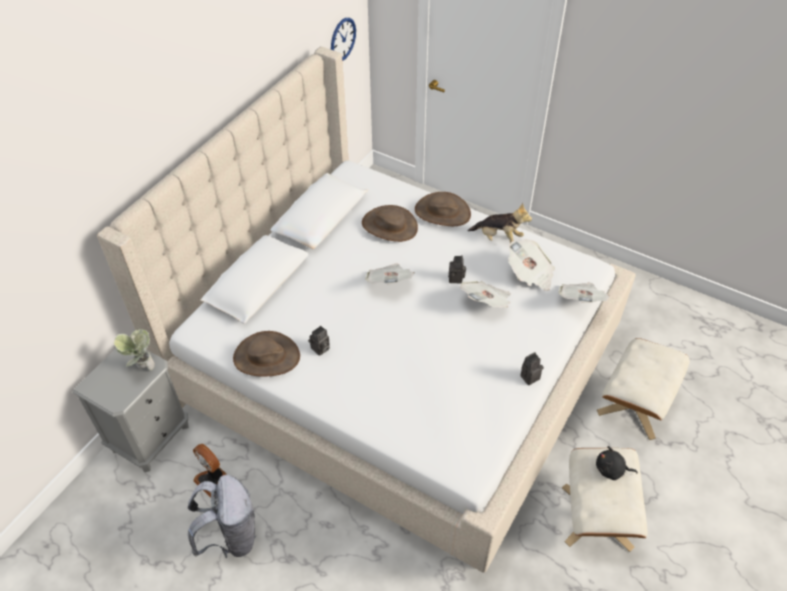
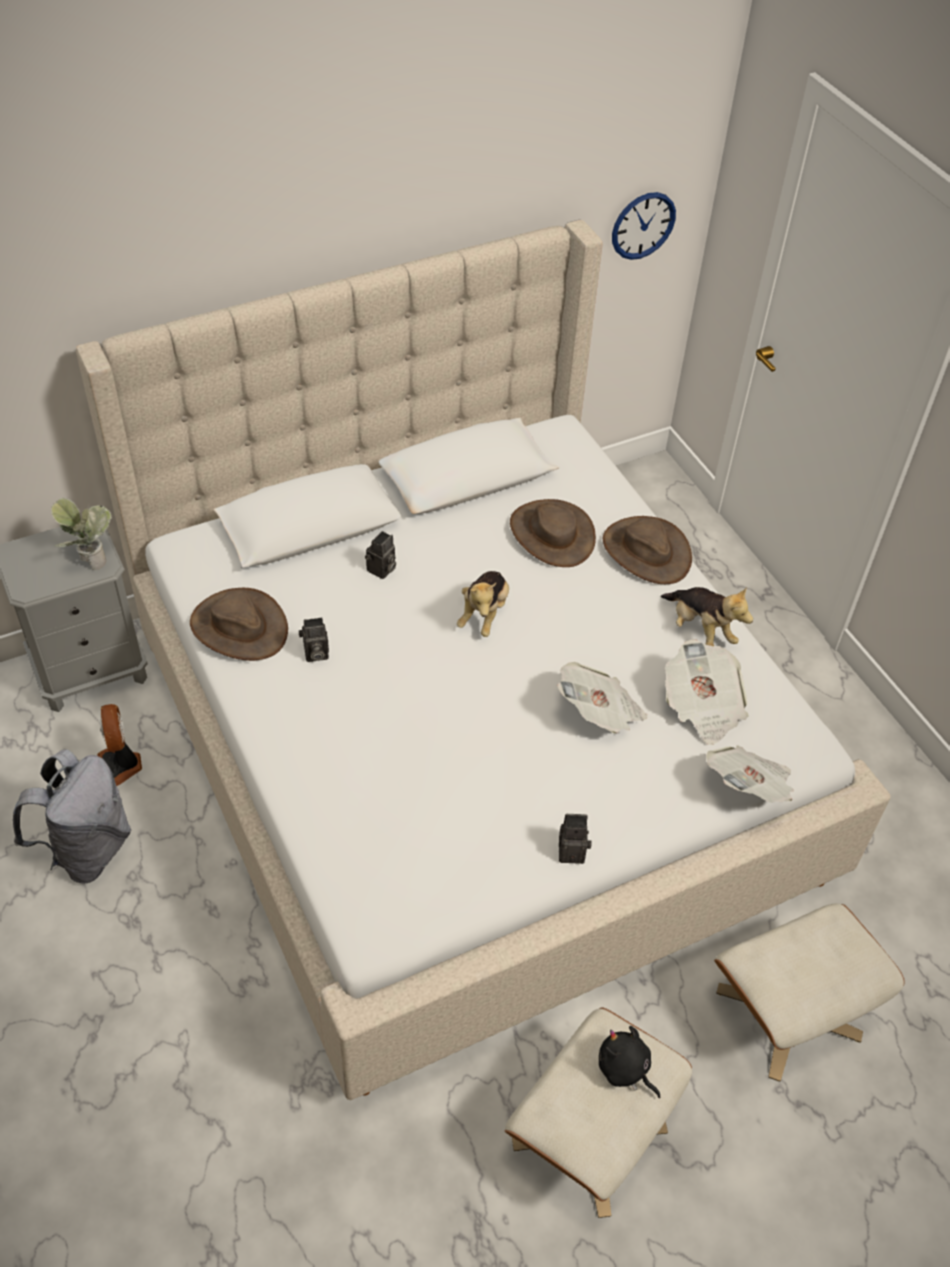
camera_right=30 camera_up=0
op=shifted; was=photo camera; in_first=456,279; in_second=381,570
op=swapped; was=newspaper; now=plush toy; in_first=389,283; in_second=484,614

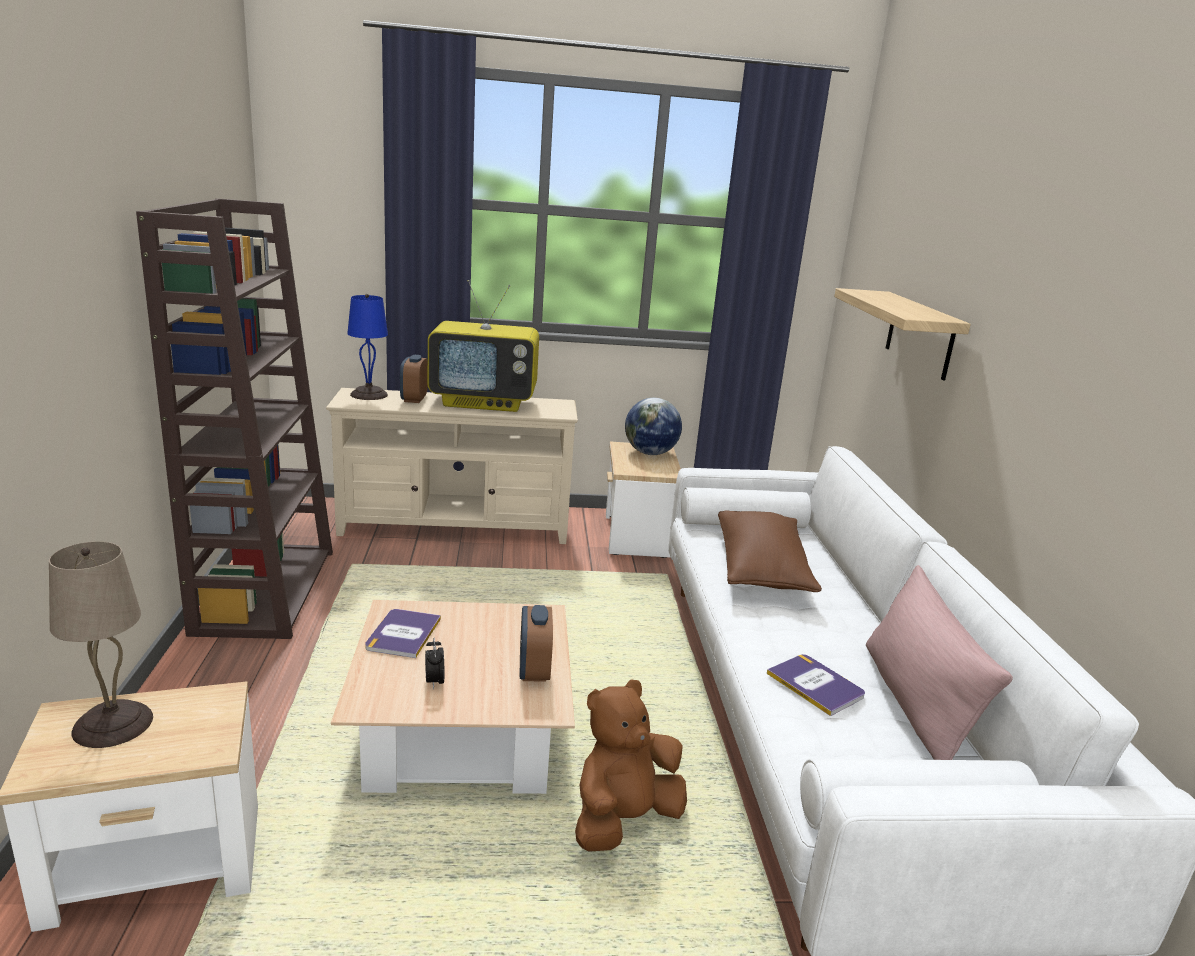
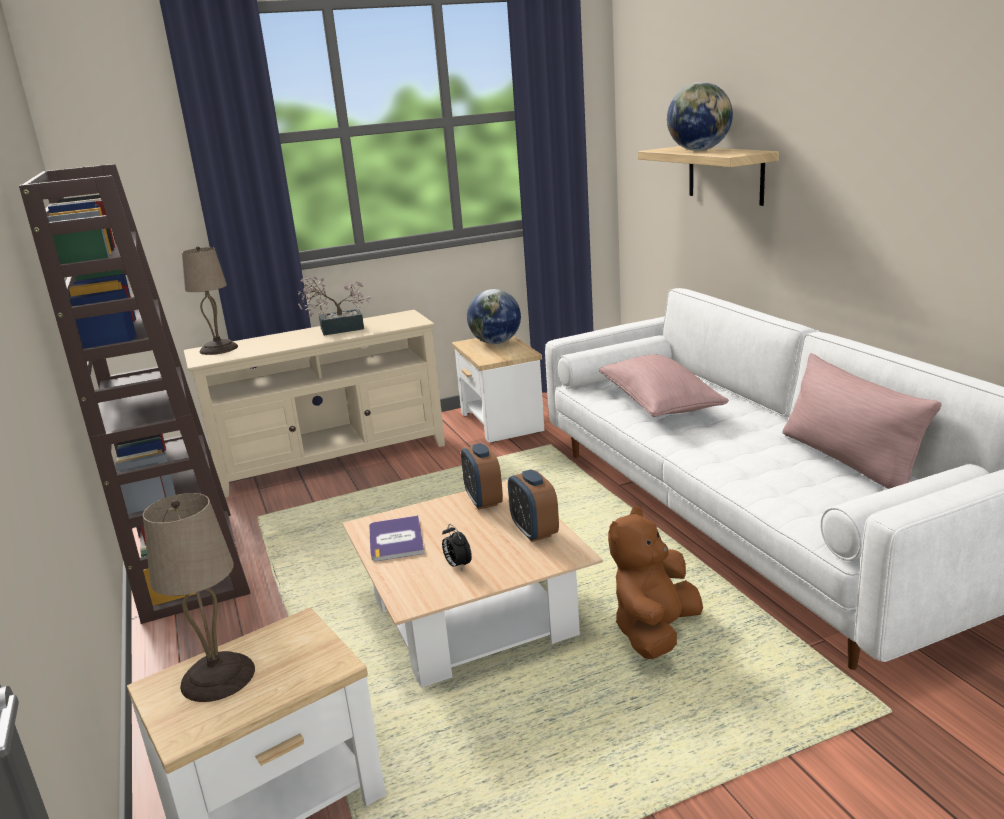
camera_right=-15 camera_up=0
op=gone; was=book; in_first=816,685
op=new; now=globe; in_second=699,150
op=shifted; was=alarm clock; in_first=414,399; in_second=483,501
op=swapped; was=television; now=potted plant; in_first=484,402; in_second=336,329
op=repainted; was=table lamp/blue; now=table lamp/beige; in_first=369,395; in_second=219,349
op=repainted; was=pillow/brown; now=pillow/pink; in_first=761,569; in_second=659,404

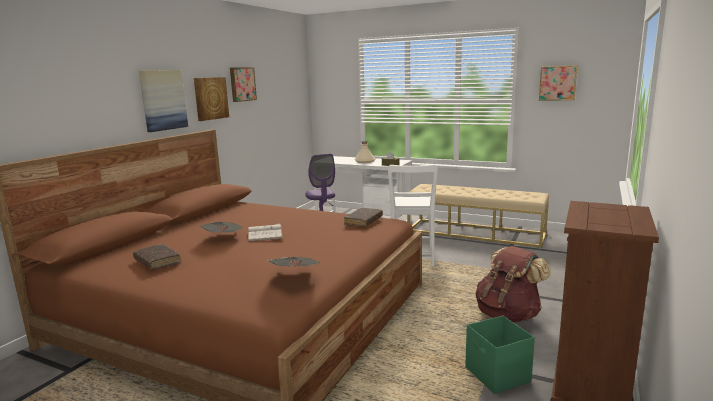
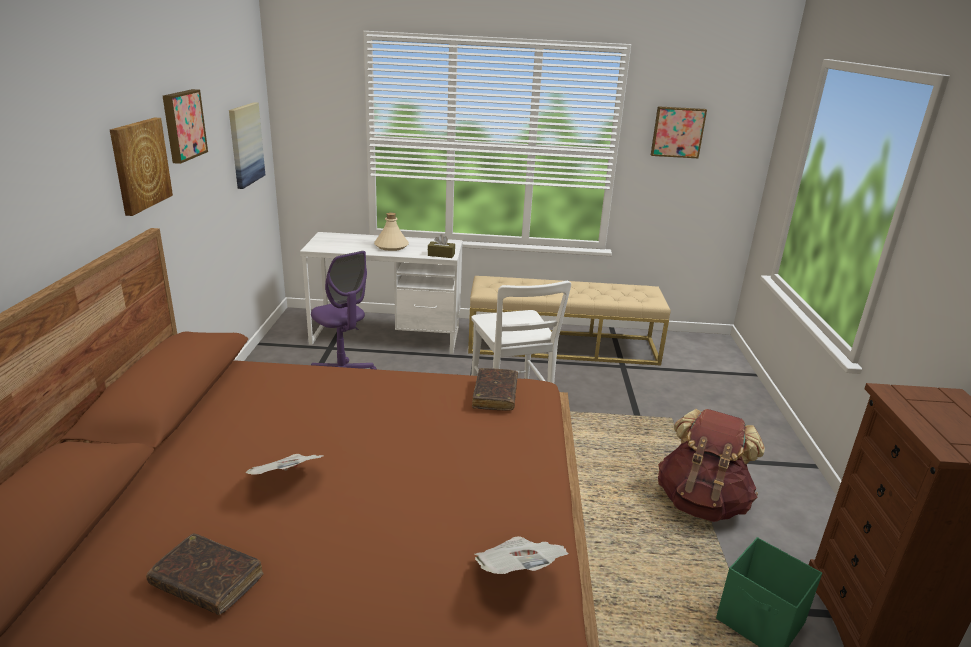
camera_right=-25 camera_up=10
op=gone; was=book/white; in_first=265,233
op=shifted; was=picture; in_first=163,100; in_second=245,144

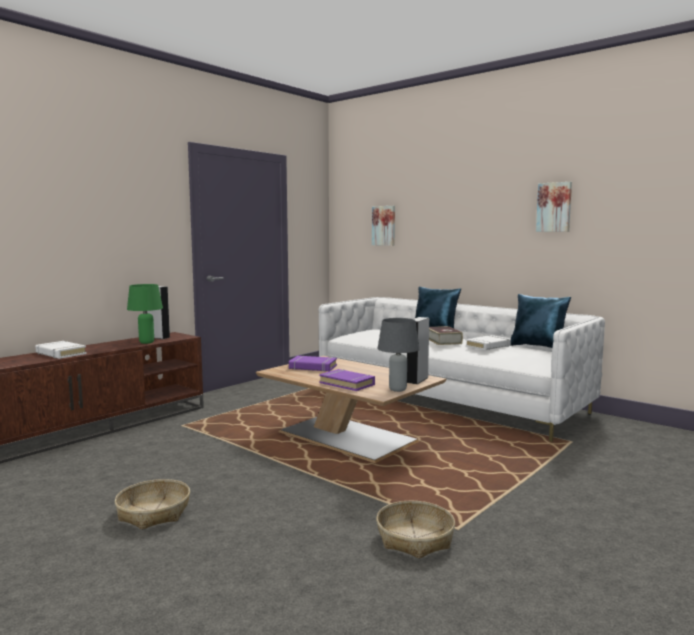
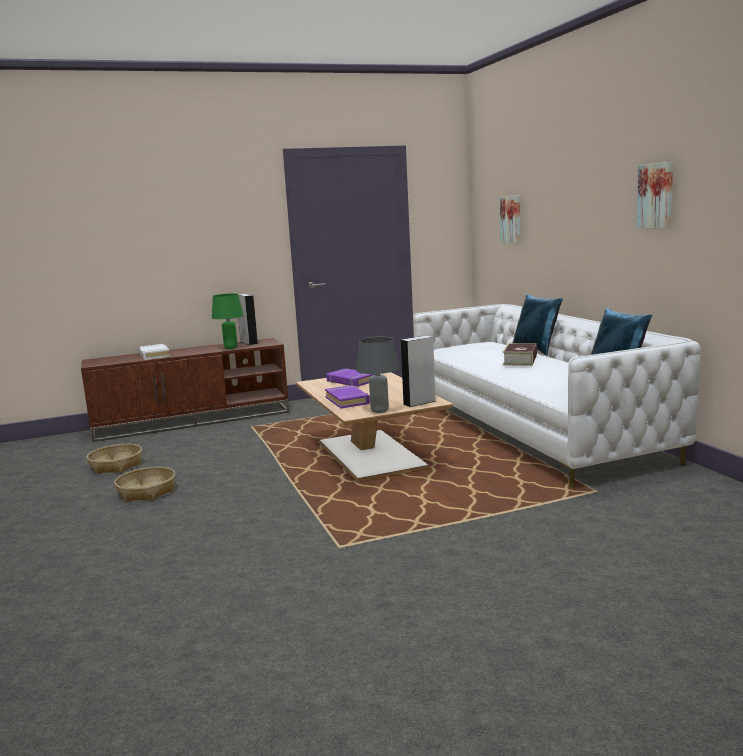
camera_right=30 camera_up=5
op=gone; was=book/white; in_first=488,346
op=shifted; was=basket; in_first=414,539; in_second=116,465

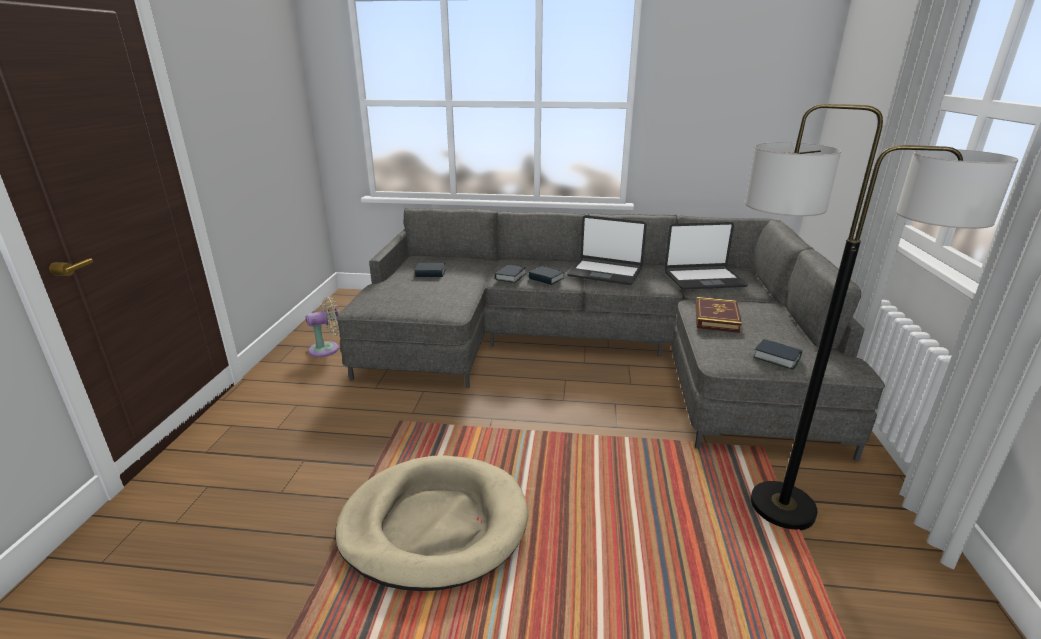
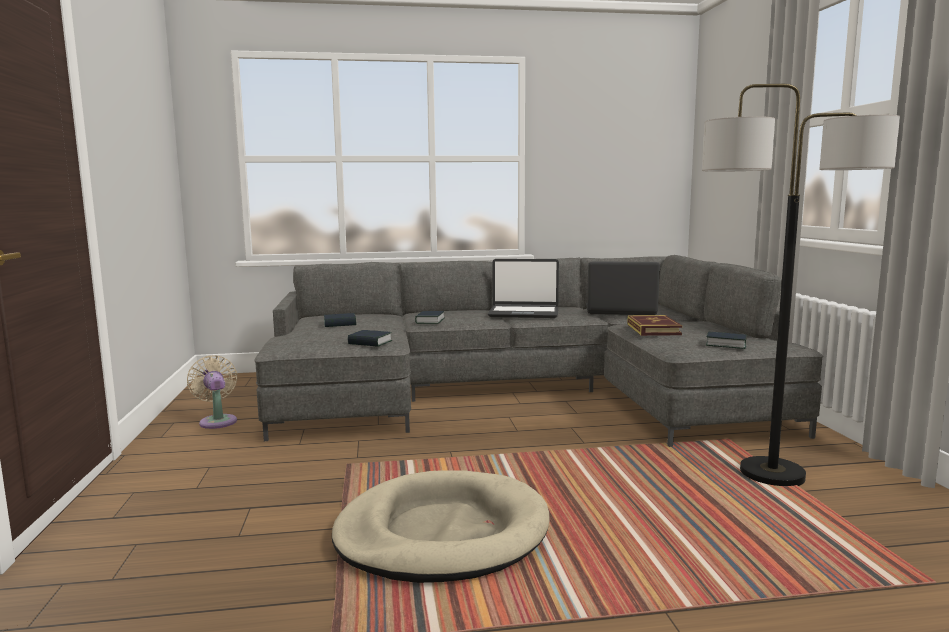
camera_right=-15 camera_up=-15
op=shifted; was=book; in_first=546,279; in_second=370,342
op=rotated; was=fan/beige; in_first=327,349; in_second=217,421; clockwise=-75
op=rotated; was=laptop; in_first=703,279; in_second=620,311; clockwise=-150

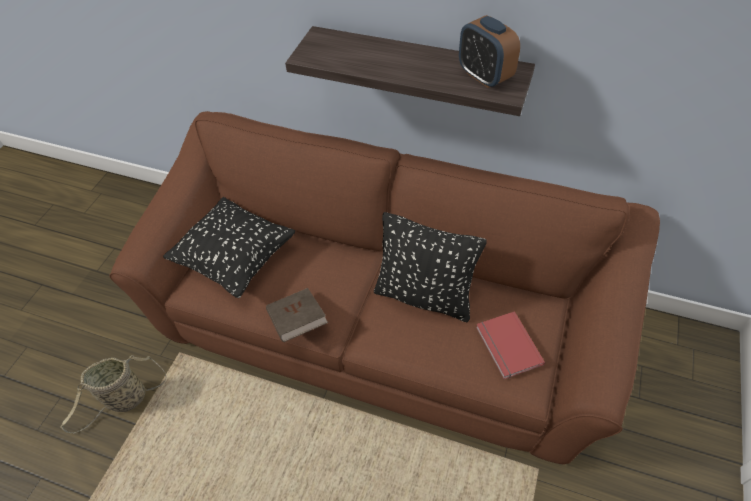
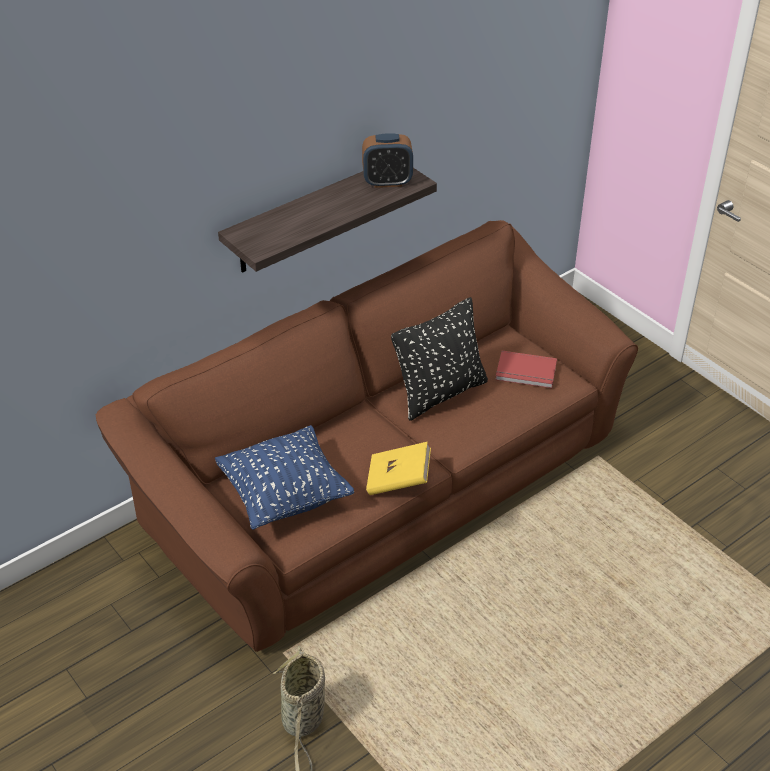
camera_right=-60 camera_up=-10
op=repainted; was=pillow/black; now=pillow/blue; in_first=236,260; in_second=285,496
op=repainted; was=book/brown; now=book/yellow; in_first=297,322; in_second=398,480

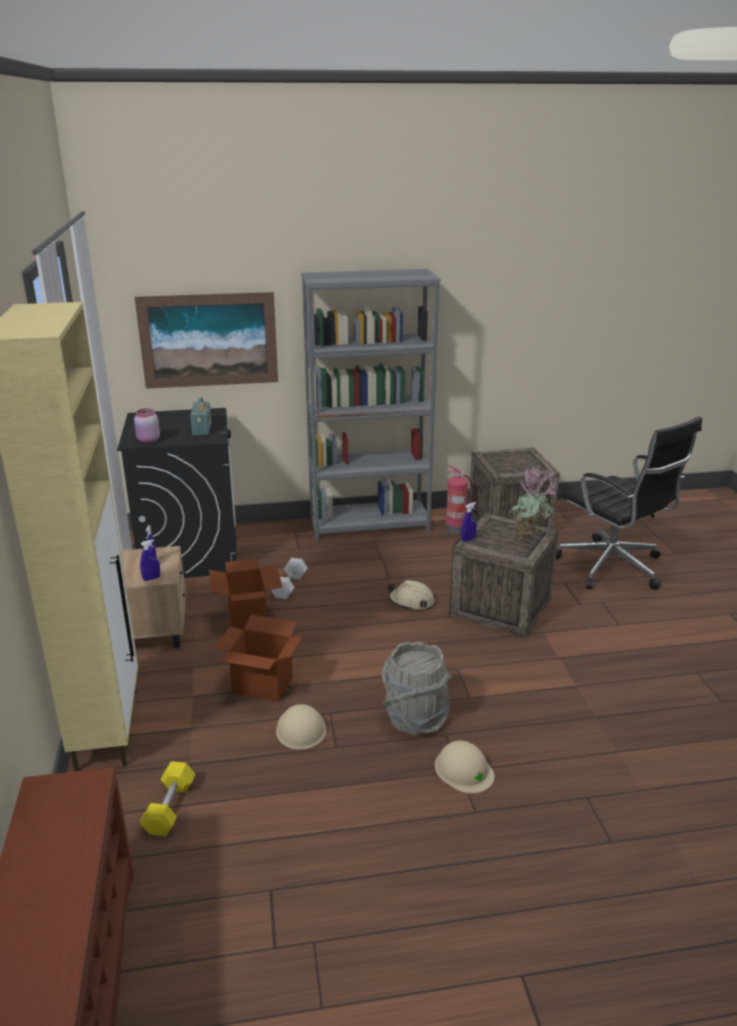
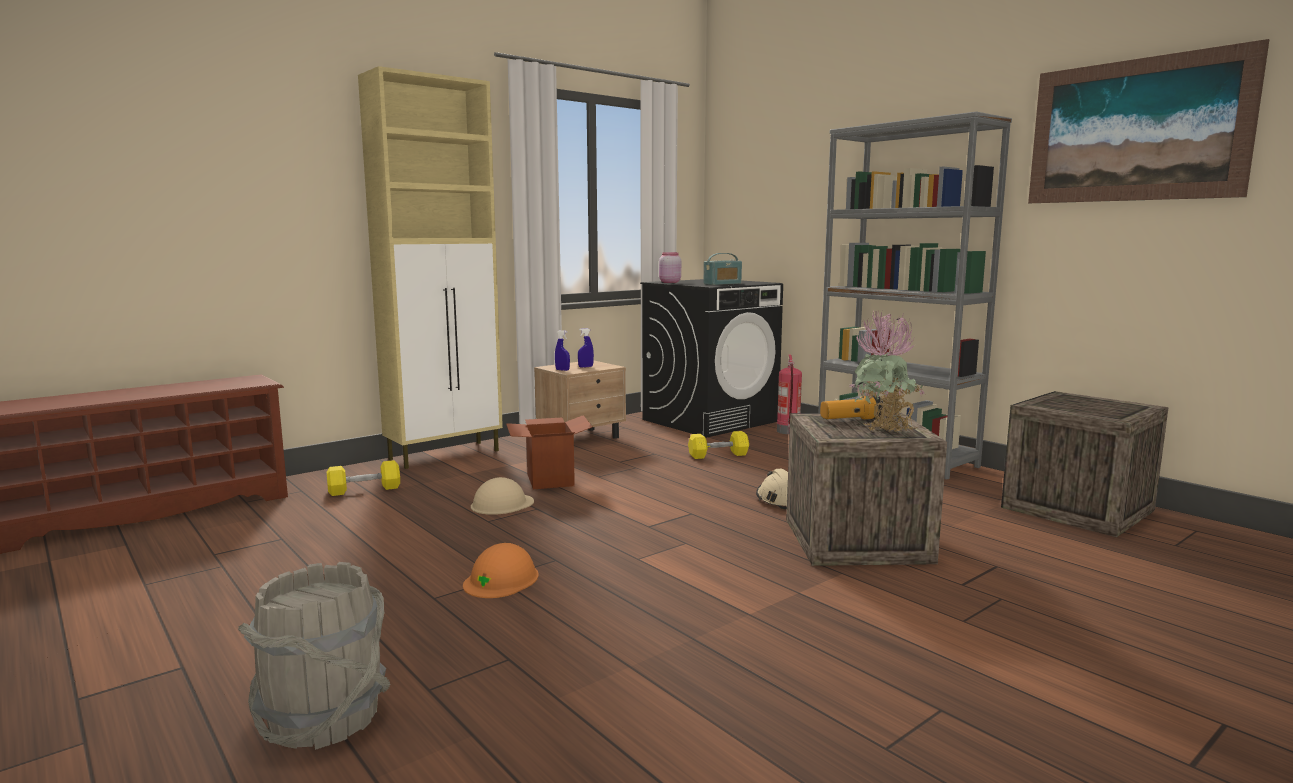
camera_right=60 camera_up=-15
op=gone; was=cardboard box; in_first=248,619
op=gone; was=spray bottle/blue; in_first=468,539
op=gone; was=office chair/black; in_first=613,568
op=new; now=flashlight; in_second=850,420
op=shifted; was=picture; in_first=209,340; in_second=1136,130
op=shifted; was=bucket/grey; in_first=415,717; in_second=324,718
op=shifted; was=fire extinguisher; in_first=456,529; in_second=788,431
op=repainted; was=dumbbell/white; now=dumbbell/yellow; in_first=289,586; in_second=718,455
op=repainted; was=hard hat/beige; now=hard hat/orange; in_first=464,770; in_second=501,579

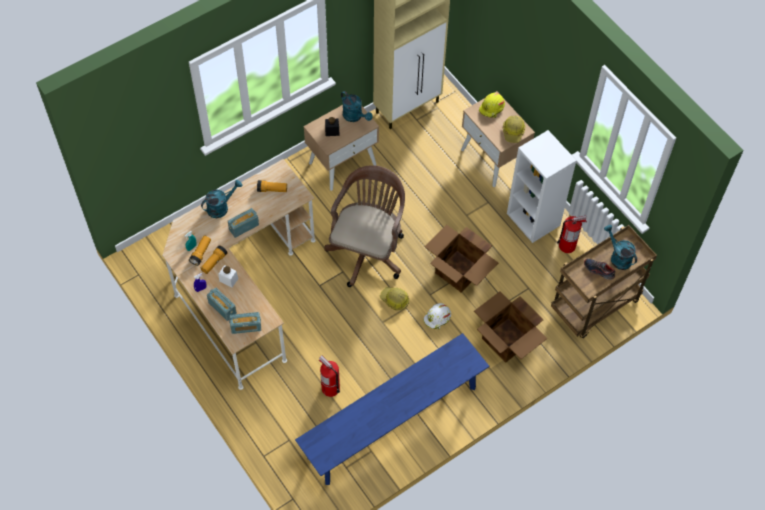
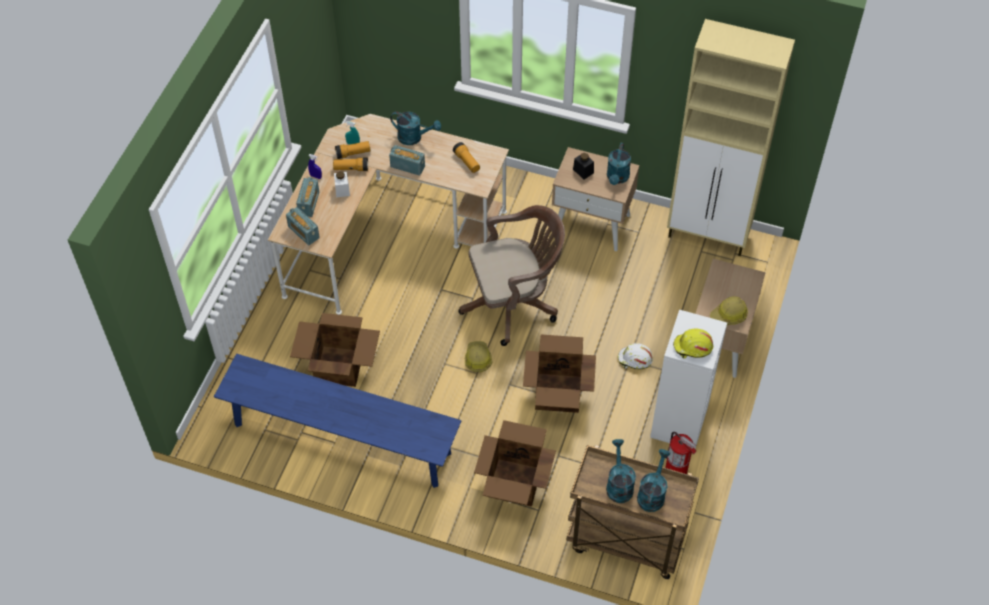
camera_right=55 camera_up=-5
op=shifted; was=hard hat/white; in_first=437,318; in_second=634,360
op=shifted; was=hard hat/yellow; in_first=492,108; in_second=692,347
op=swapped; was=fire extinguisher; now=cardboard box; in_first=330,388; in_second=338,366
op=swapped; was=shoe; now=watering can/turquoise; in_first=598,270; in_second=618,484

